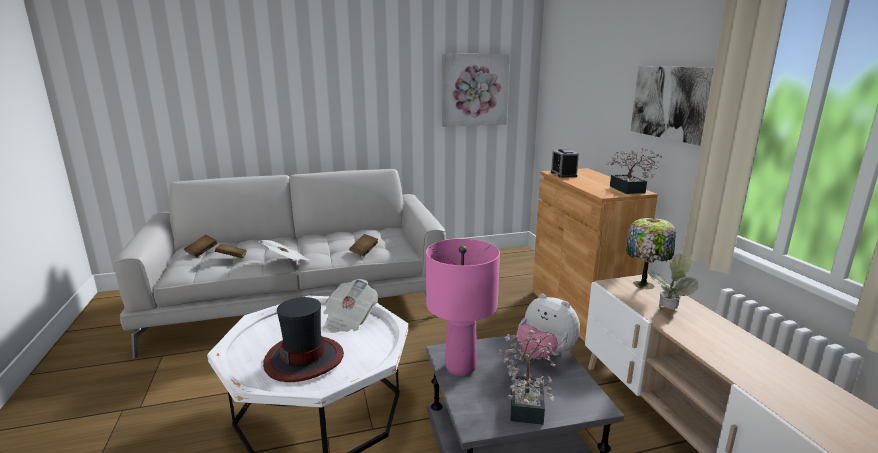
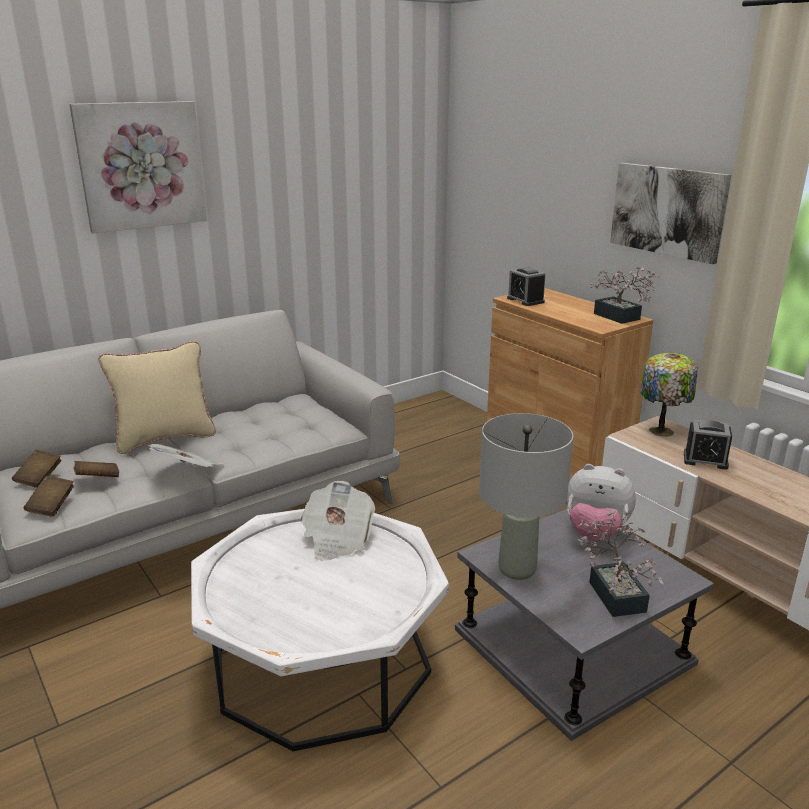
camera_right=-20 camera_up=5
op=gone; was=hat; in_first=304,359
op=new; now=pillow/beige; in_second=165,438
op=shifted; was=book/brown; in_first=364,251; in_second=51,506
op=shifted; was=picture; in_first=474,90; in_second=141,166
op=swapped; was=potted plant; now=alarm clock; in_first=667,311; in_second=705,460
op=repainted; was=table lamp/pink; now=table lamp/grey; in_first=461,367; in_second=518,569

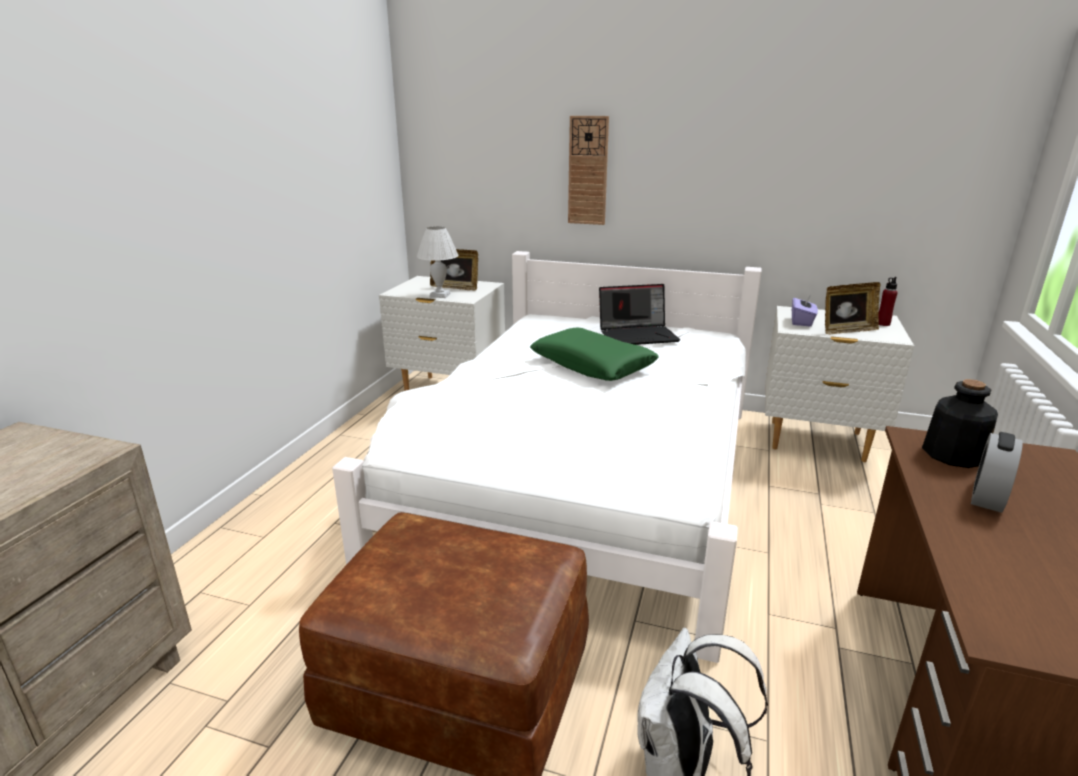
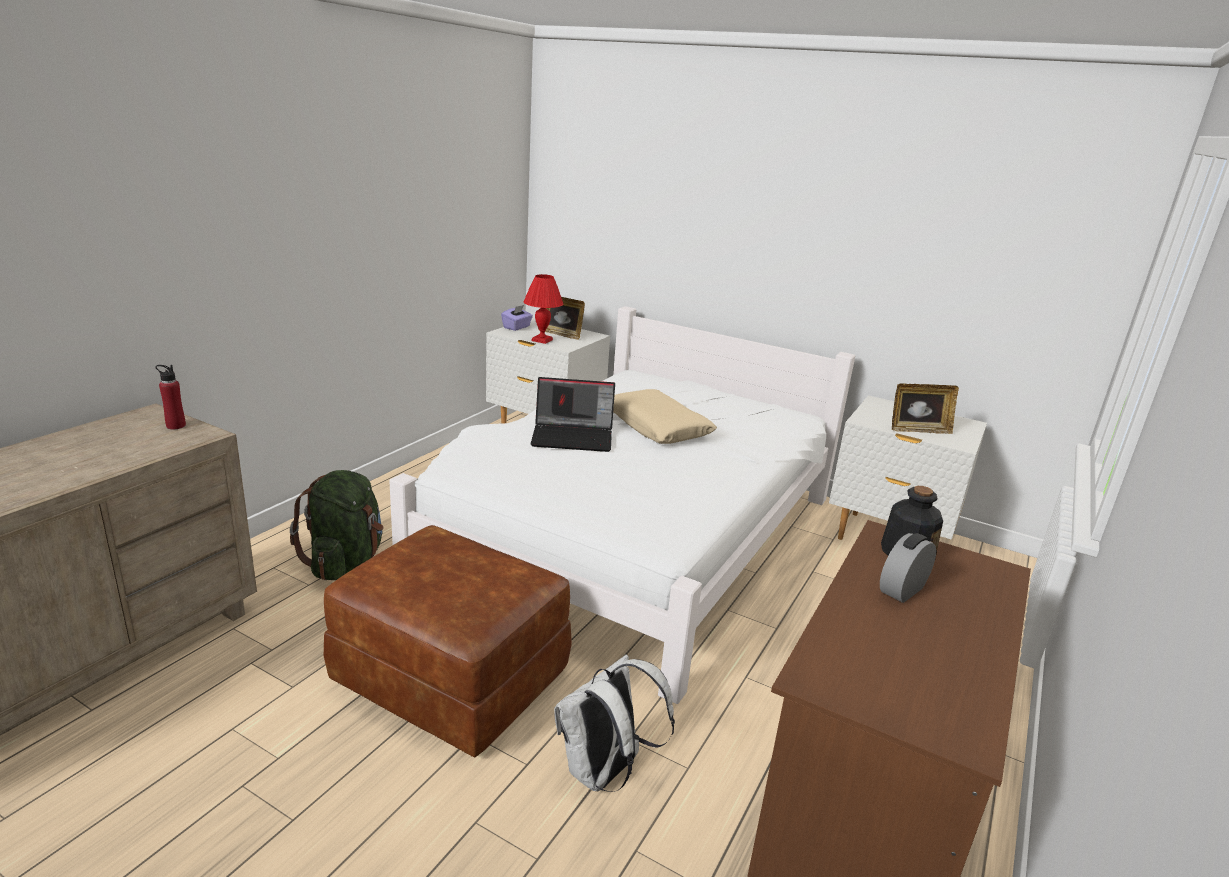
camera_right=10 camera_up=0
op=gone; was=wall clock; in_first=588,171
op=new; now=backpack/green; in_second=345,562
op=shifted; was=laptop; in_first=638,335; in_second=573,437
op=shifted; was=tissue box/purple; in_first=802,322; in_second=517,327
op=shifted; was=bottle/red; in_first=883,324; in_second=176,426
op=repainted; was=table lamp/white; now=table lamp/red; in_first=439,295; in_second=541,340
op=repainted; was=pillow/green; now=pillow/beige; in_first=592,365; in_second=657,427

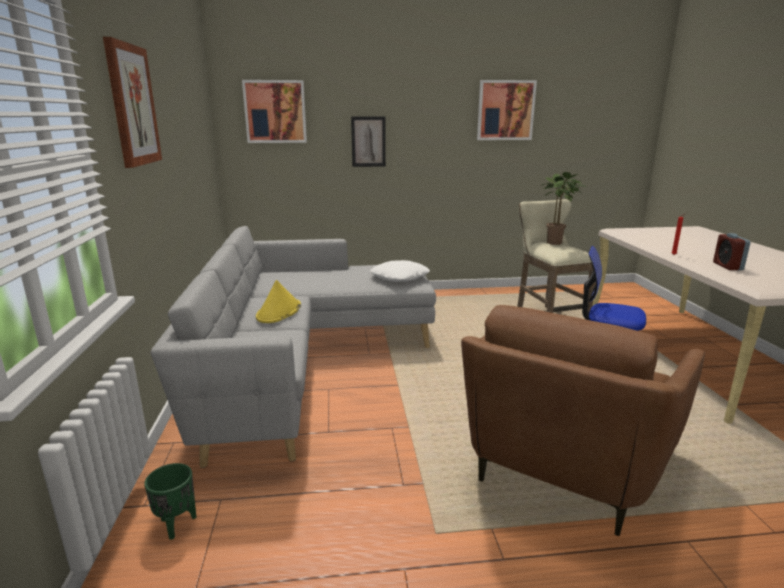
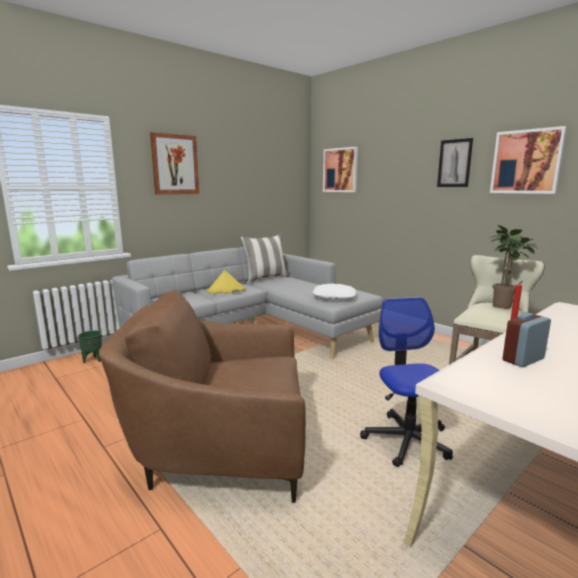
camera_right=55 camera_up=-5
op=new; now=pillow; in_second=266,278
op=shifted; was=picture; in_first=368,141; in_second=454,163

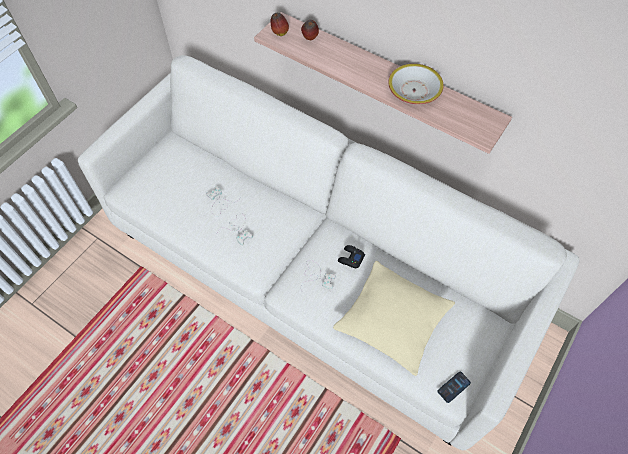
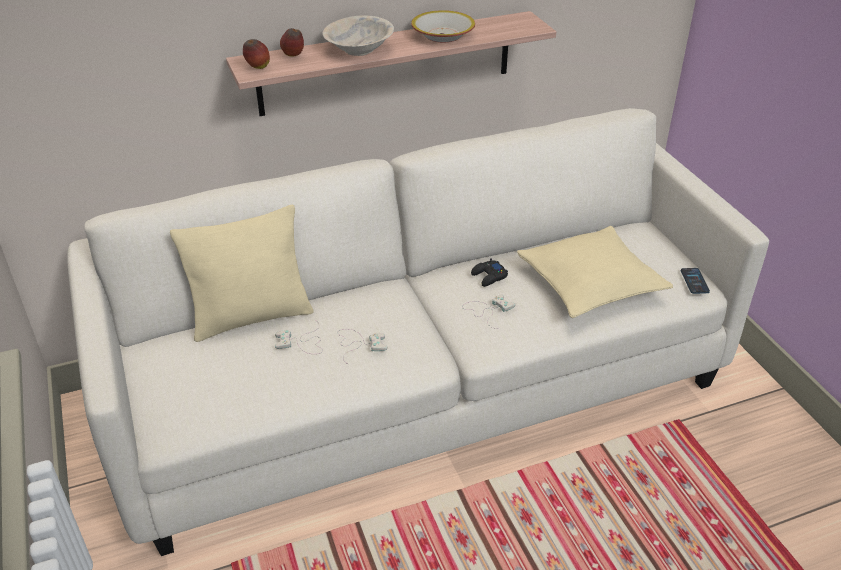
camera_right=-55 camera_up=-20
op=new; now=pillow/beige; in_second=251,317
op=new; now=bowl/beige; in_second=359,50

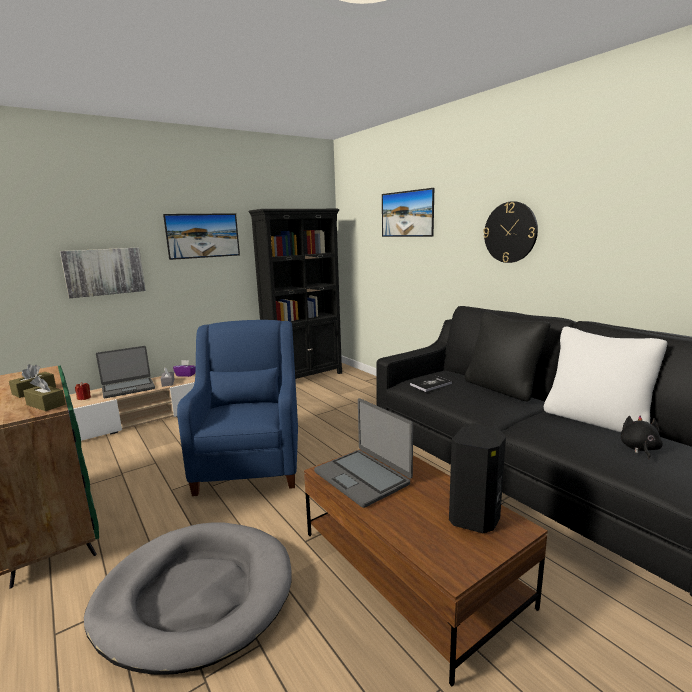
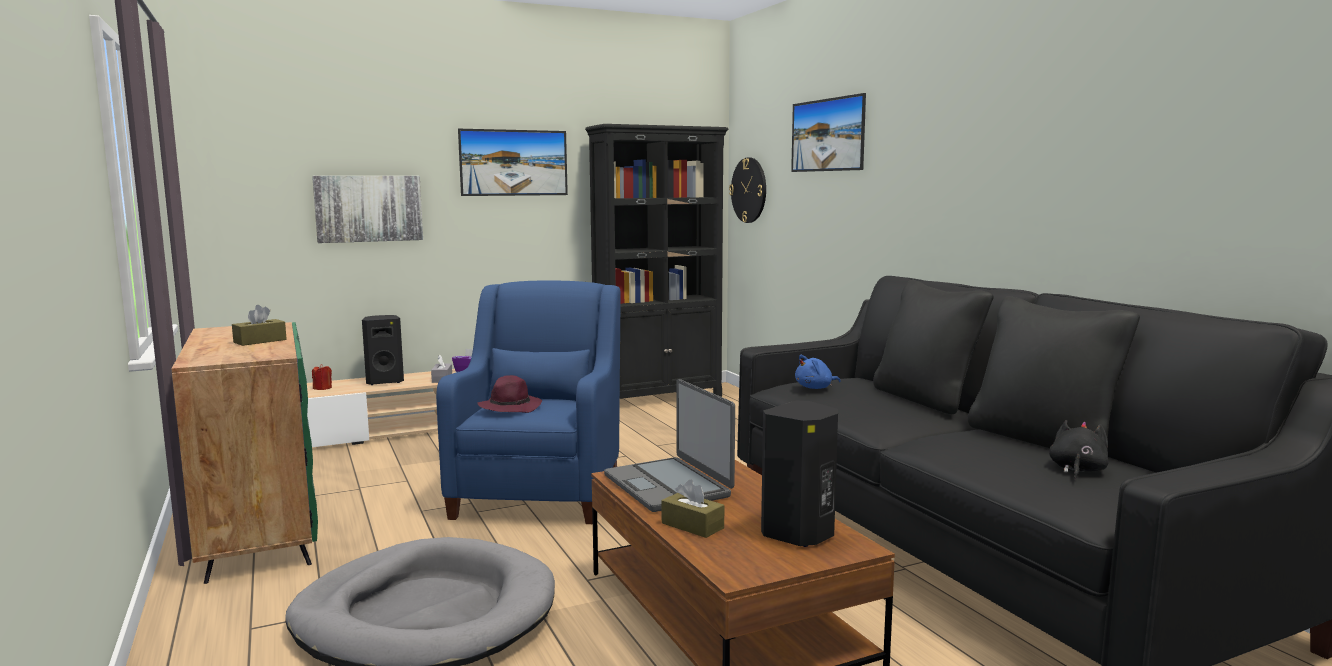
camera_right=10 camera_up=-5
op=new; now=hat/purple; in_second=510,407
op=shifted; was=tissue box/brown; in_first=46,404; in_second=692,525
op=shifted; was=wall clock; in_first=510,232; in_second=749,190
op=swapped; was=laptop; now=speaker/black; in_first=128,388; in_second=385,381
op=swapped; was=book; now=plush toy/blue; in_first=430,384; in_second=815,388
op=repainted; was=pillow/white; now=pillow/black; in_first=596,420; in_second=1043,439

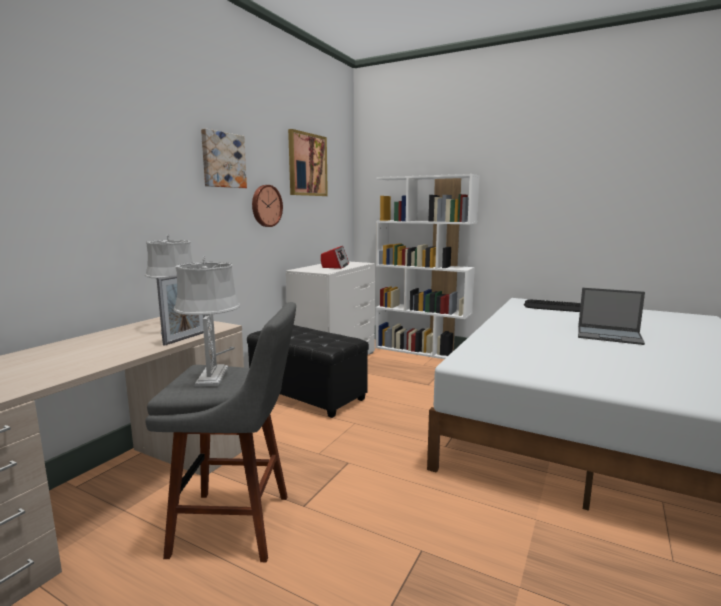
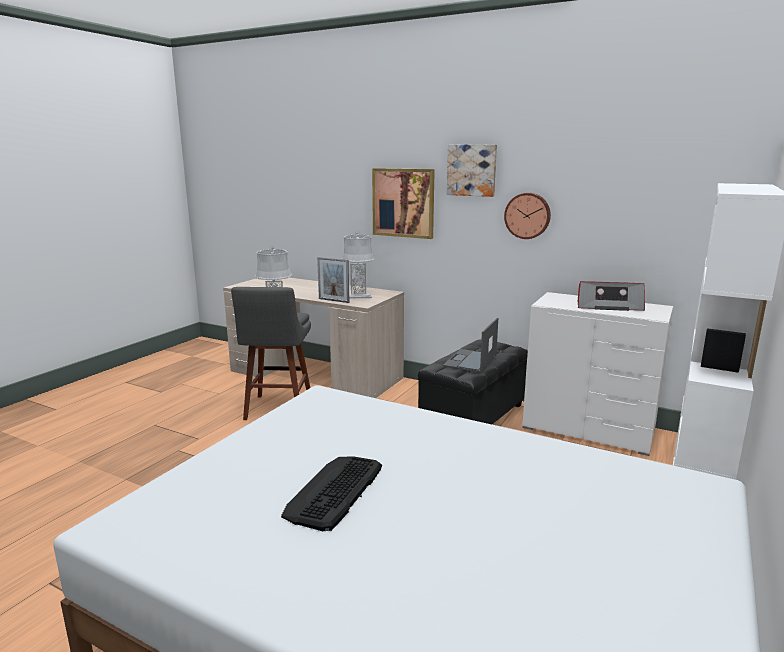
camera_right=90 camera_up=5
op=shifted; was=picture; in_first=307,165; in_second=403,203
op=shifted; was=keyboard; in_first=555,307; in_second=334,491
op=shifted; was=laptop; in_first=610,335; in_second=470,361

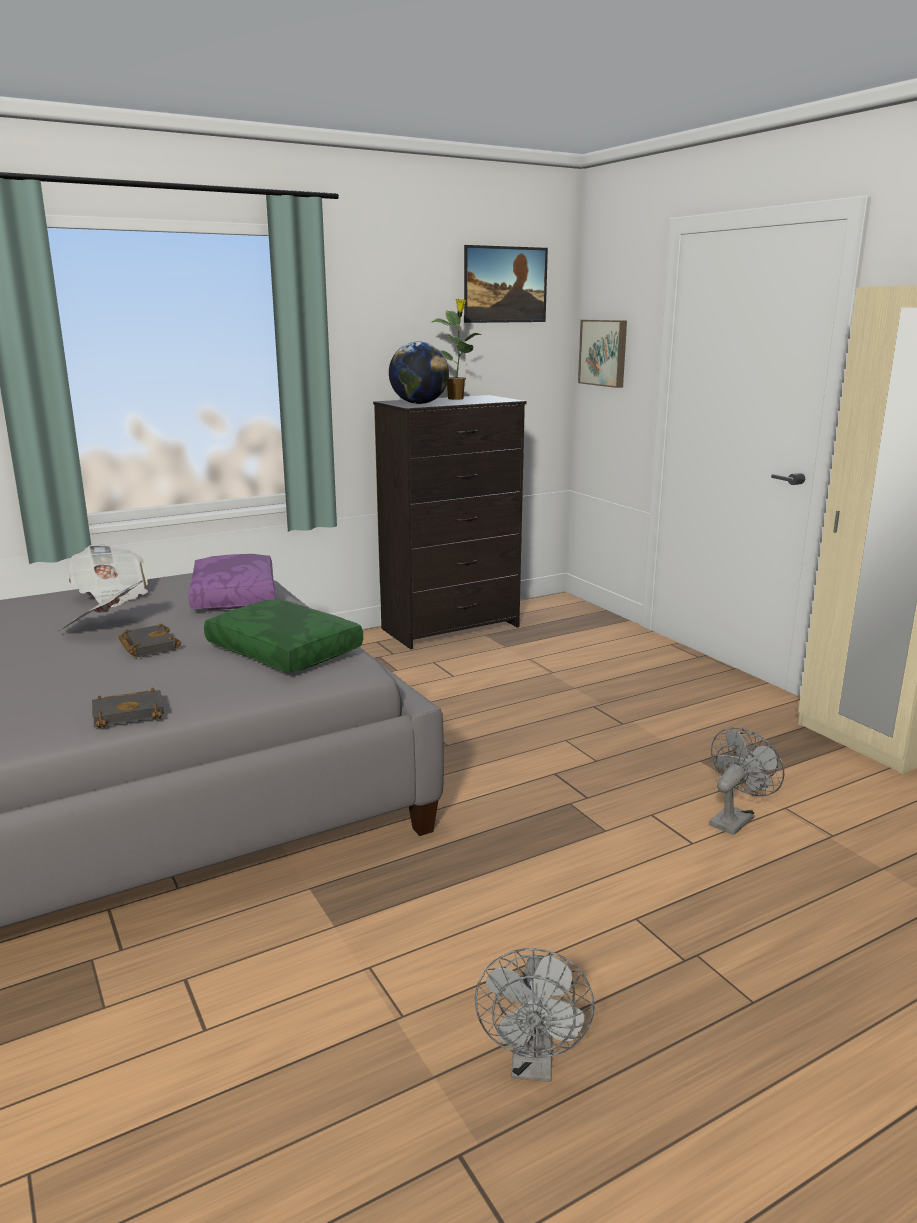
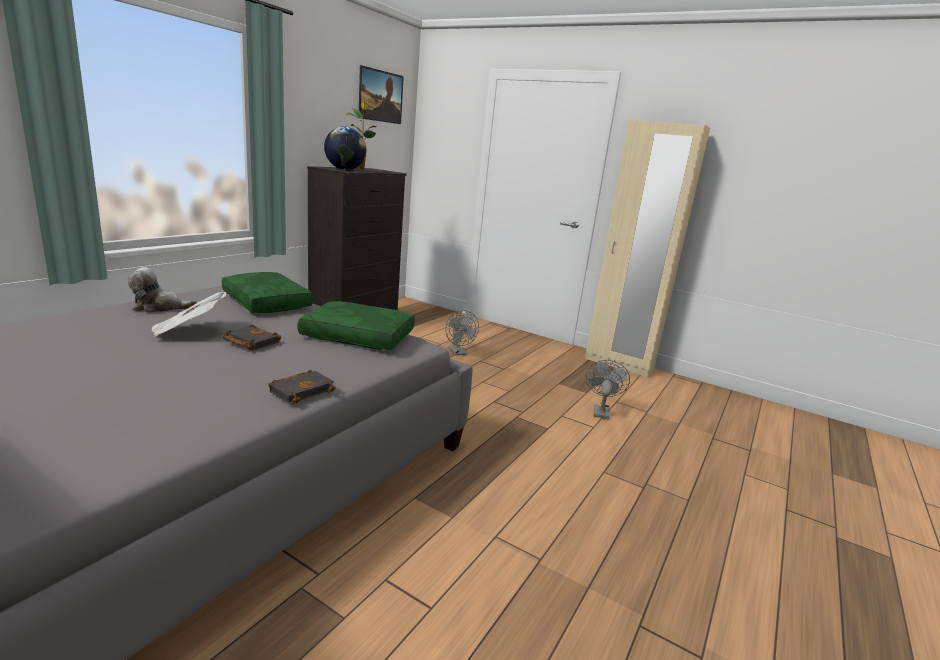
camera_right=-30 camera_up=0
op=gone; was=picture; in_first=604,352
op=shifted; was=fan/grey; in_first=533,1064; in_second=458,352
op=swapped; was=newspaper; now=plush toy; in_first=111,595; in_second=159,307
op=repainted; was=pillow/purple; now=pillow/green; in_first=236,596; in_second=268,303

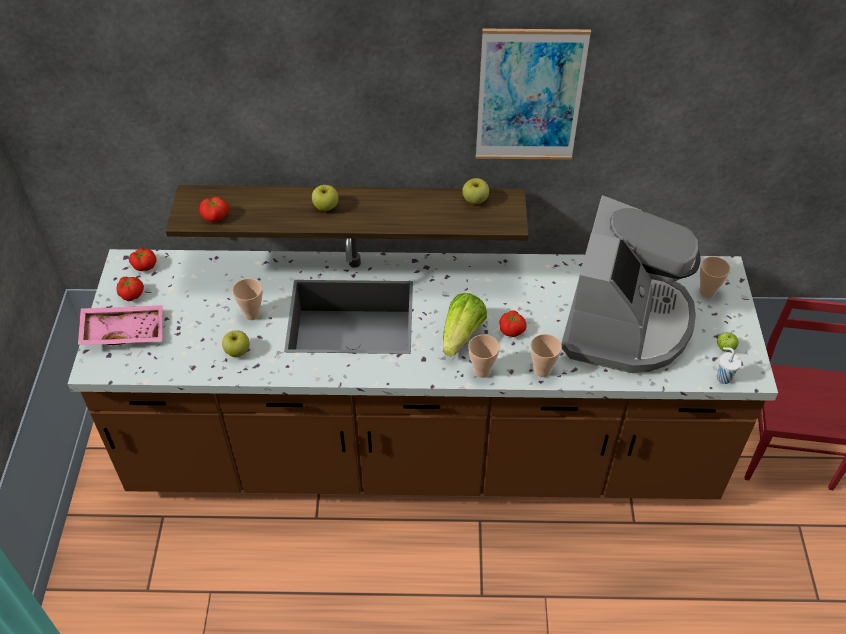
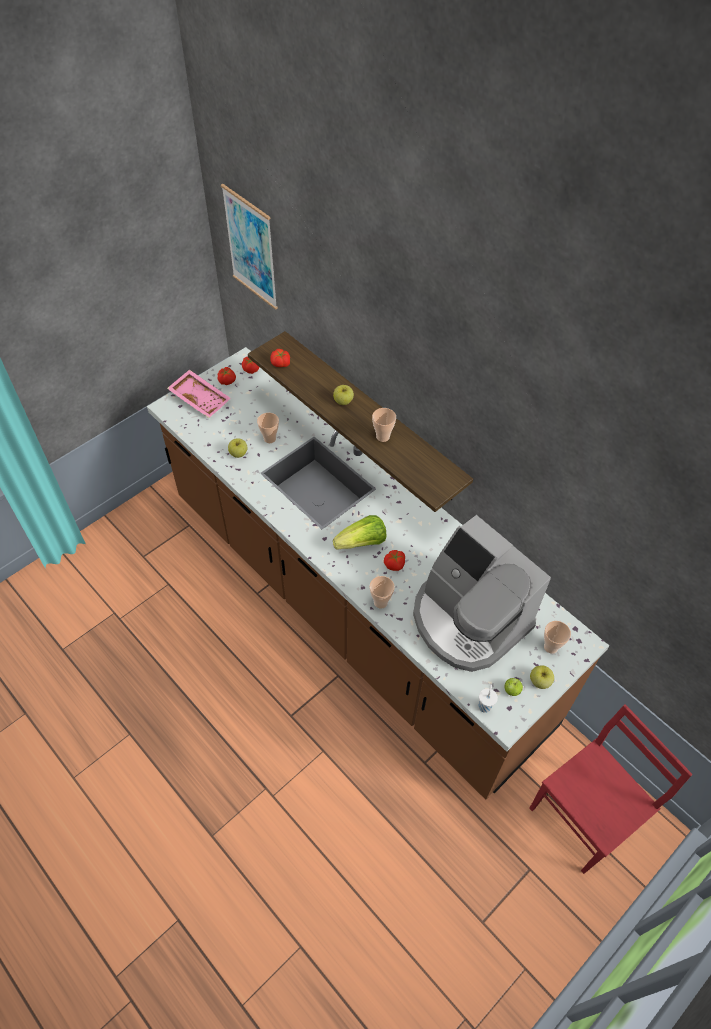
camera_right=45 camera_up=5
op=shifted; was=apple; in_first=475,200; in_second=539,681
op=shifted; was=cup; in_first=482,371; in_second=383,437
op=shifted; was=picture; in_first=529,96; in_second=251,248
op=rotated; was=coffee machine; in_first=625,323; in_second=468,619; clockwise=75

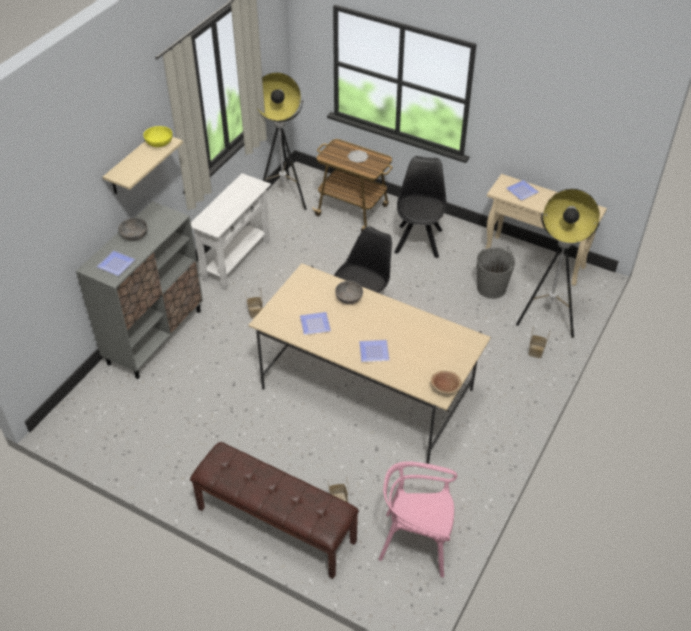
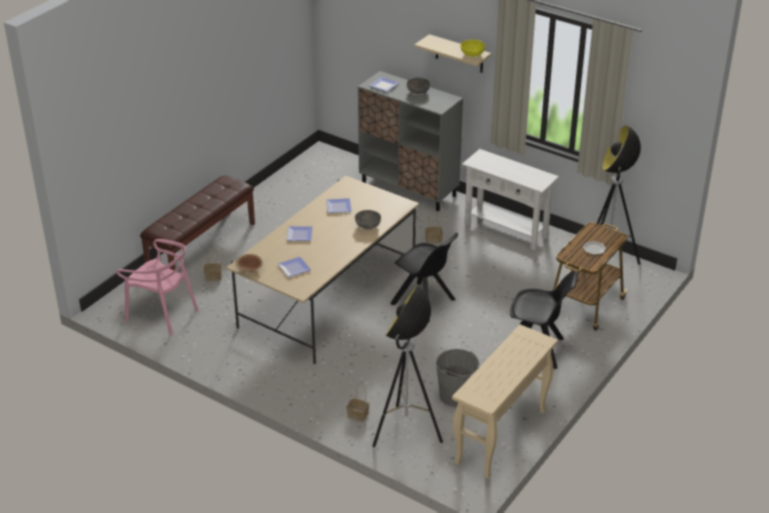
camera_right=95 camera_up=-10
op=shifted; was=plate; in_first=521,191; in_second=294,267
op=rotated; was=chair/pink; in_first=416,542; in_second=162,314; clockwise=105

